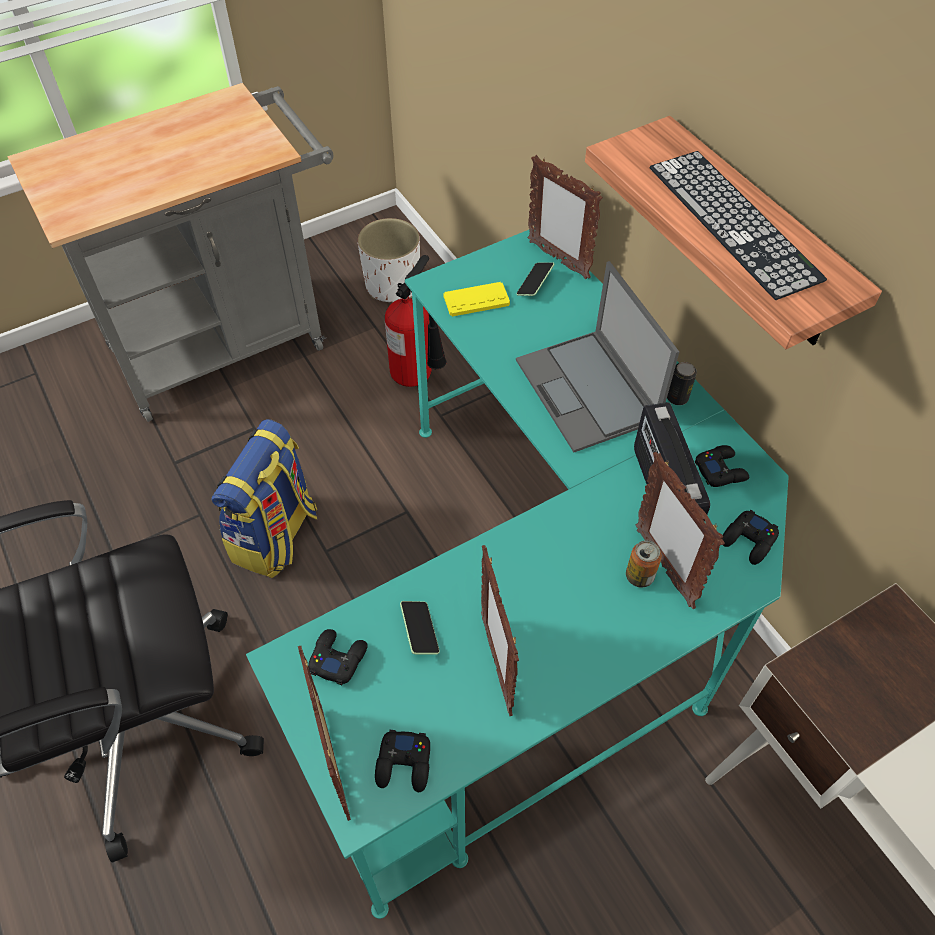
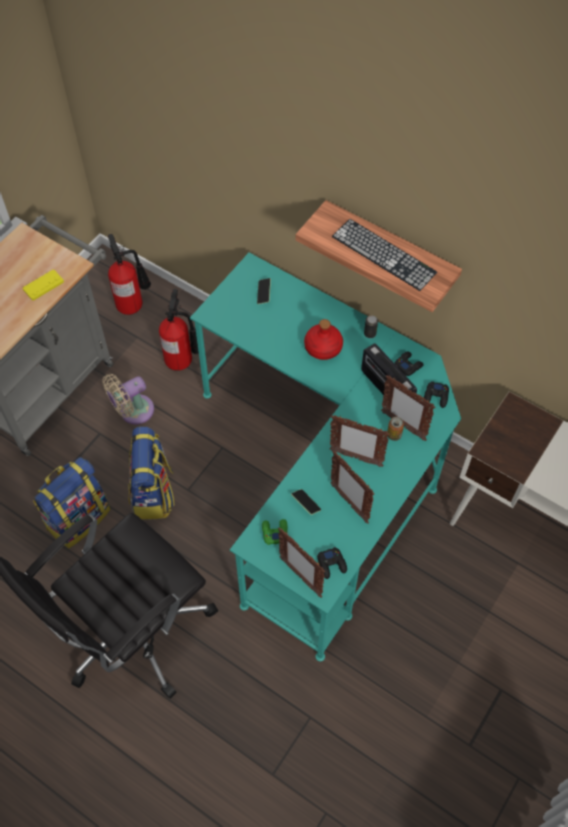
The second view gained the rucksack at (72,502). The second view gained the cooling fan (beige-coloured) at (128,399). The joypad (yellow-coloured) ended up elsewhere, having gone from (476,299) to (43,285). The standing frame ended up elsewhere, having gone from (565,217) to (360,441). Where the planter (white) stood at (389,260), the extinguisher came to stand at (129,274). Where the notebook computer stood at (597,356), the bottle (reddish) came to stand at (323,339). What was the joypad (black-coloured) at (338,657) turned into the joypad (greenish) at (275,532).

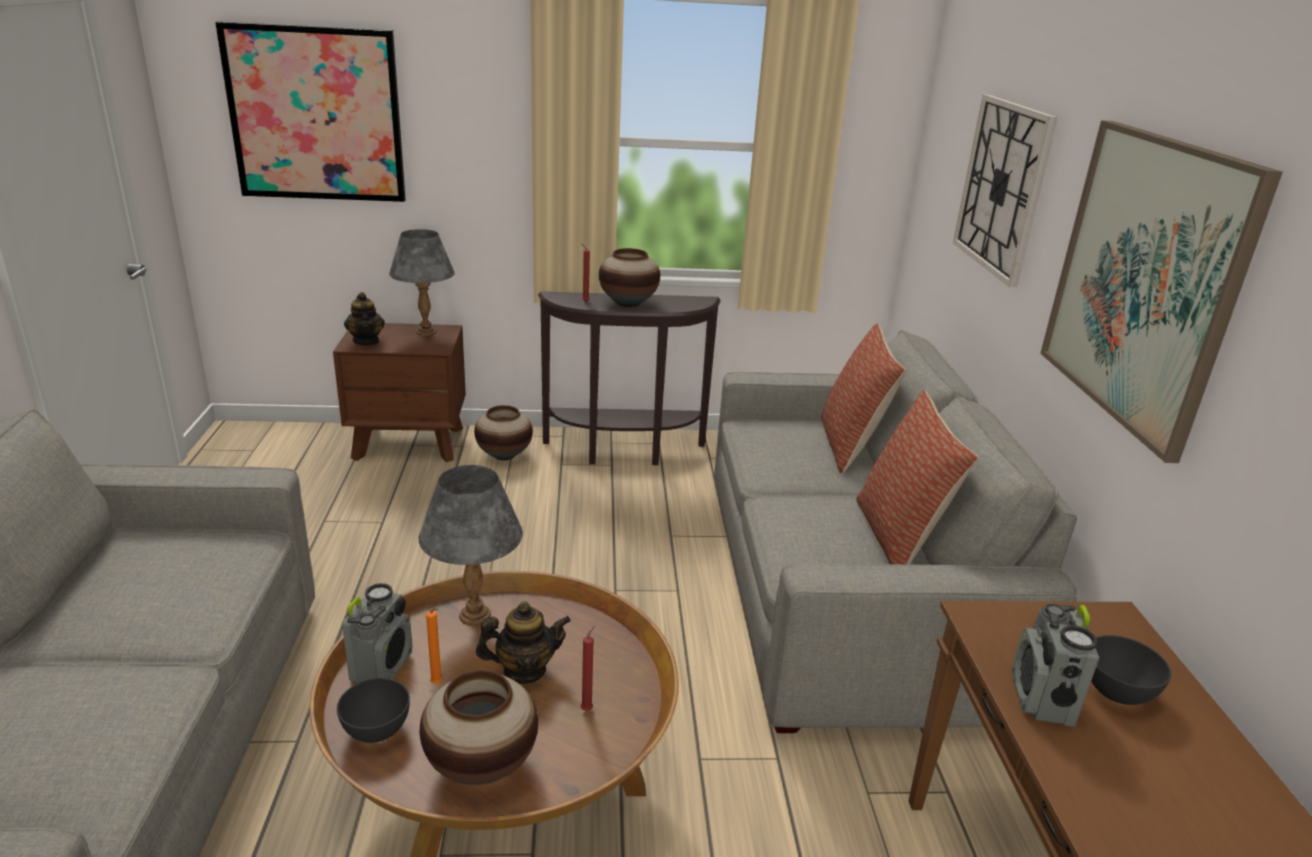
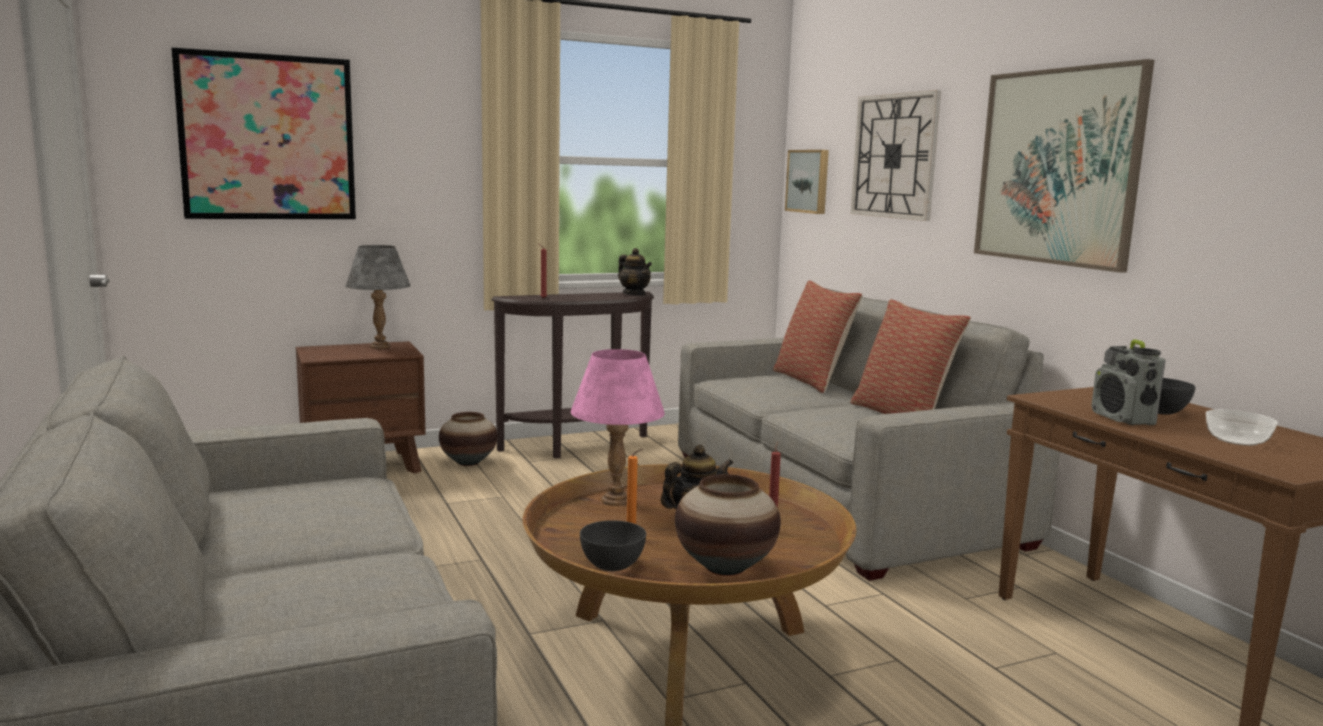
The second view lost the radio at (377,632). The second view lost the vase at (629,277). The second view gained the wall art at (807,182). The second view gained the serving bowl at (1242,427). The tea pot ended up elsewhere, having gone from (364,318) to (635,271). What was the lamp for a table (greyish) at (471,545) turned into the lamp for a table (pink) at (618,427).

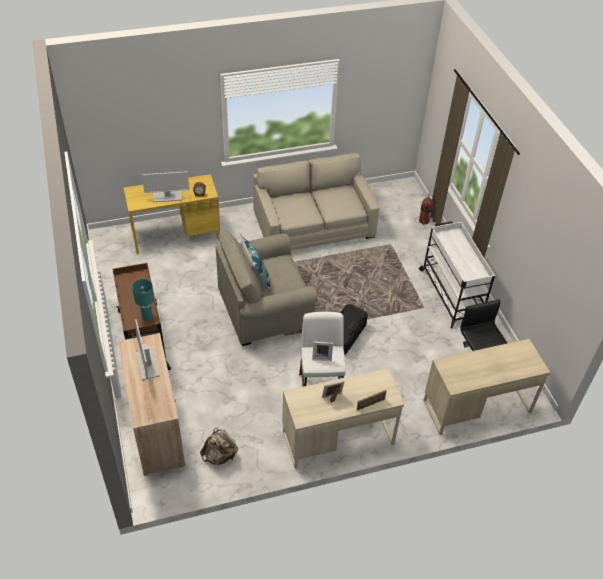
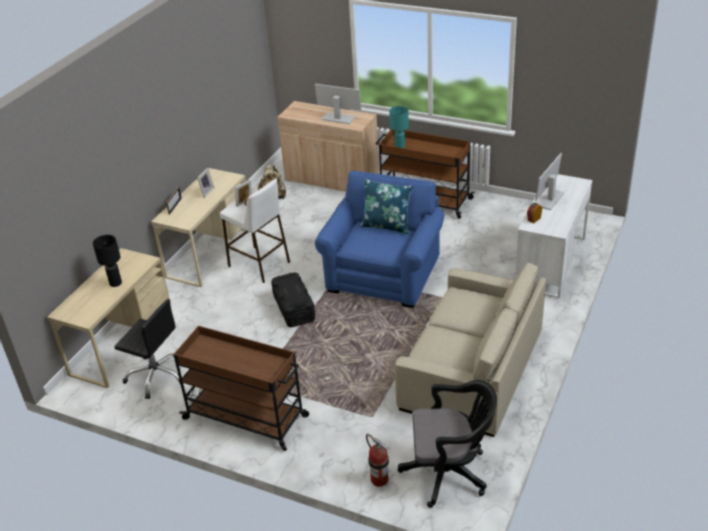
The second view gained the lamp for a table (black-coloured) at (107,261). The second view gained the desk chair (black-coloured) at (447,444). What was the desk table (yellow-coloured) at (172,214) turned into the desk table (white) at (553,236). What was the armchair (beige-coloured) at (267,288) turned into the armchair (bluish) at (379,239). What was the cart (white) at (457,274) turned into the cart (brown-coloured) at (241,388).

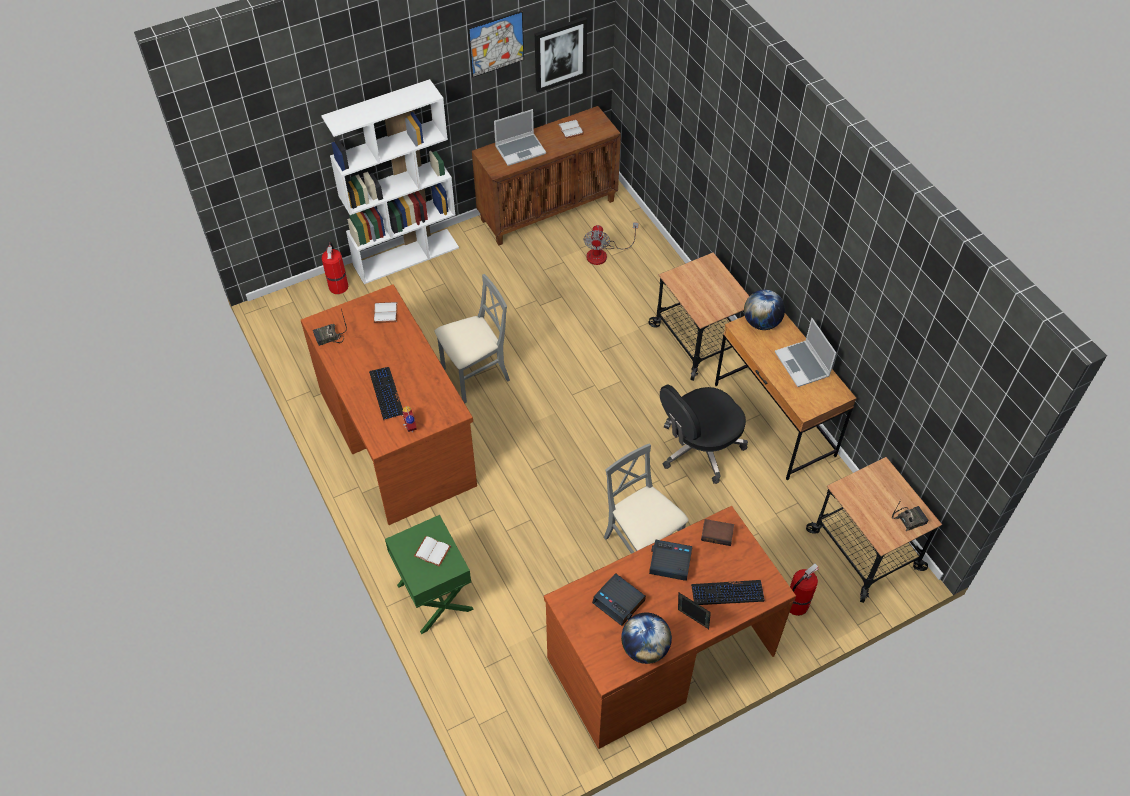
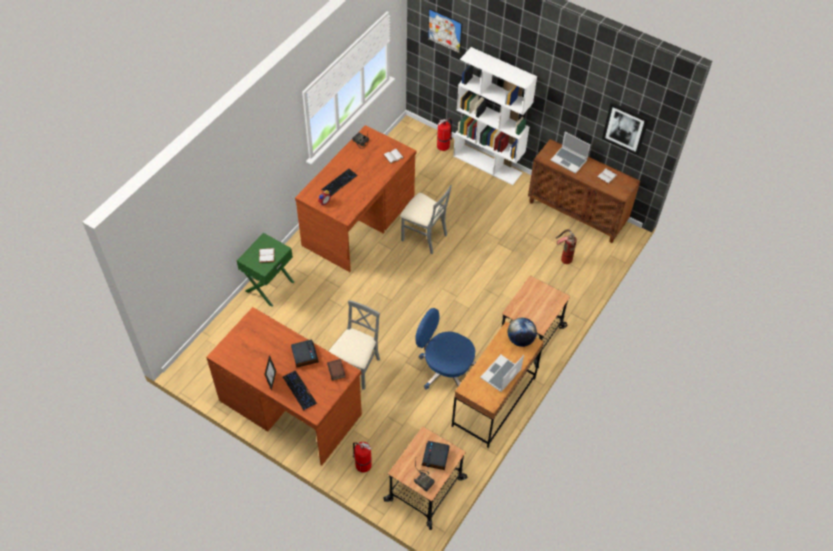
The second view lost the desk globe at (646,638). The wall art ended up elsewhere, having gone from (496,44) to (445,31). The table clock ended up elsewhere, having gone from (619,599) to (436,455). Where the cooling fan stood at (611,243), the extinguisher came to stand at (566,246). What was the desk chair (black-coloured) at (704,434) turned into the desk chair (bluish) at (445,349).

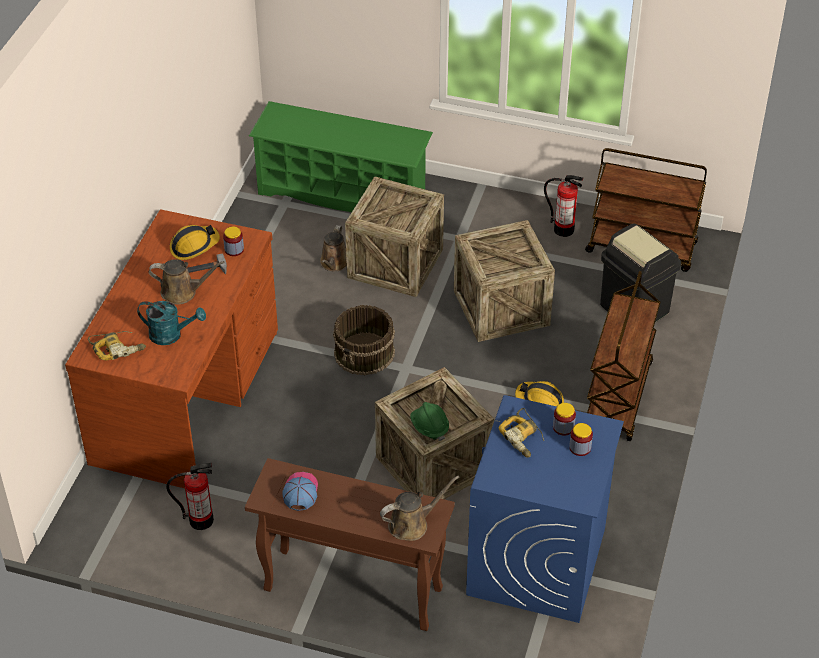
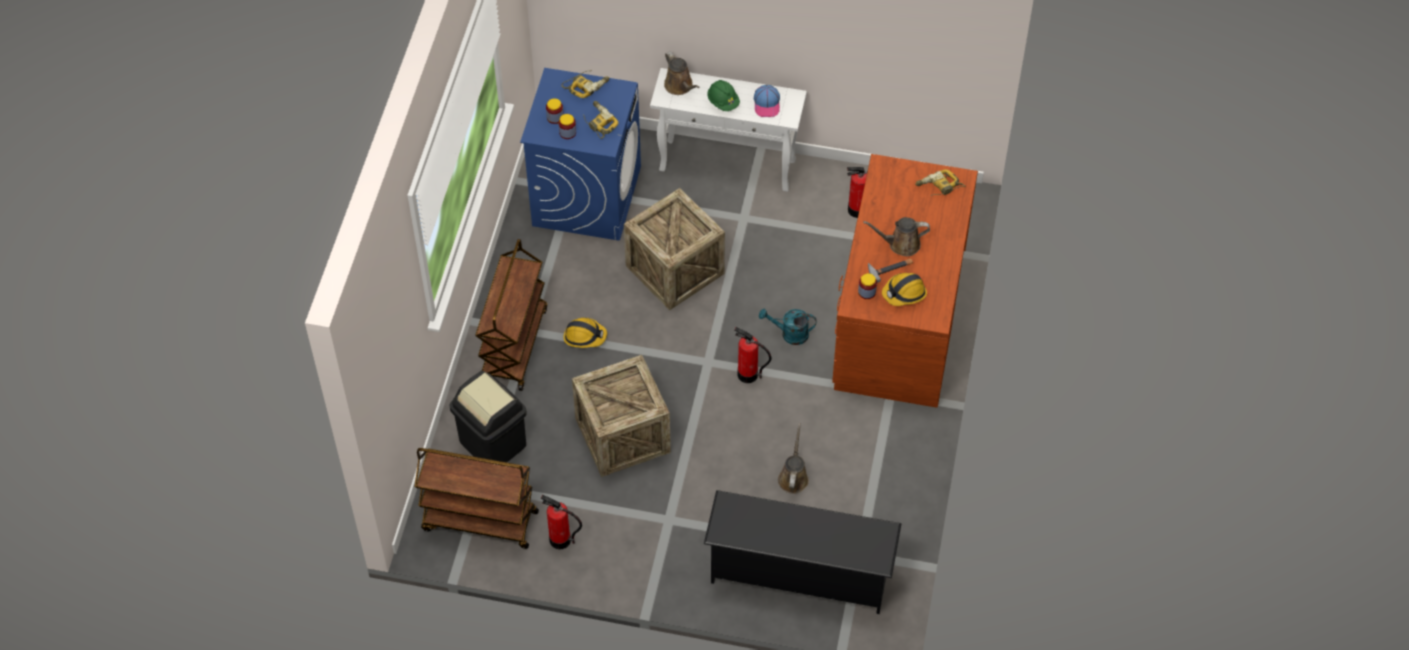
The second view lost the packing crate at (394,236). The second view gained the electric drill at (585,84). The sprinkling can (blue-green) ended up elsewhere, having gone from (171,323) to (788,327). The safety helmet (greenish) ended up elsewhere, having gone from (429,421) to (723,95). Where the pail (brown-coloured) stood at (364,340), the extinguisher came to stand at (752,355). What was the hall table (brown-coloured) at (350,544) turned into the hall table (white) at (728,130). What was the shoe stand (greenish) at (341,156) turned into the shoe stand (black-coloured) at (803,552). The sprinkling can (brown-coloured) at (420,508) ended up facing another way, 90 degrees counterclockwise from before.

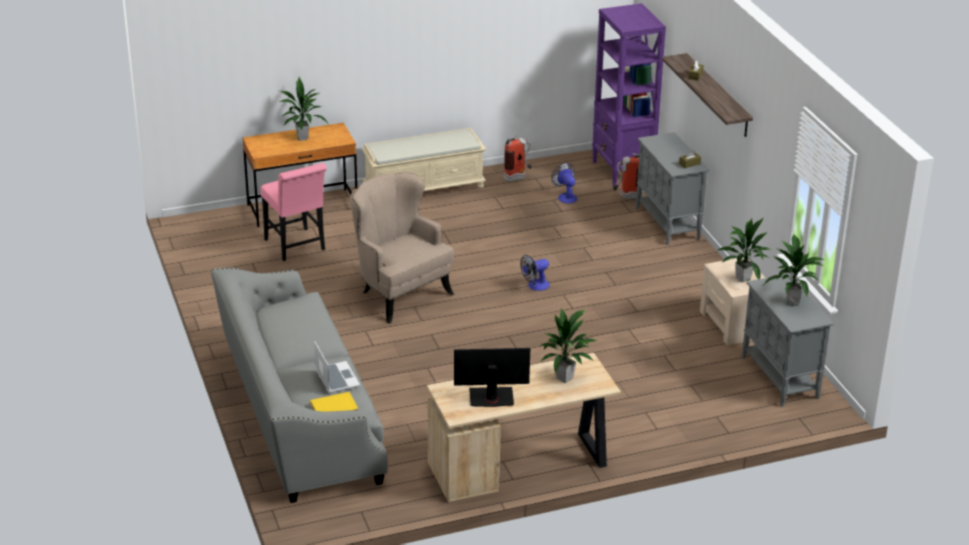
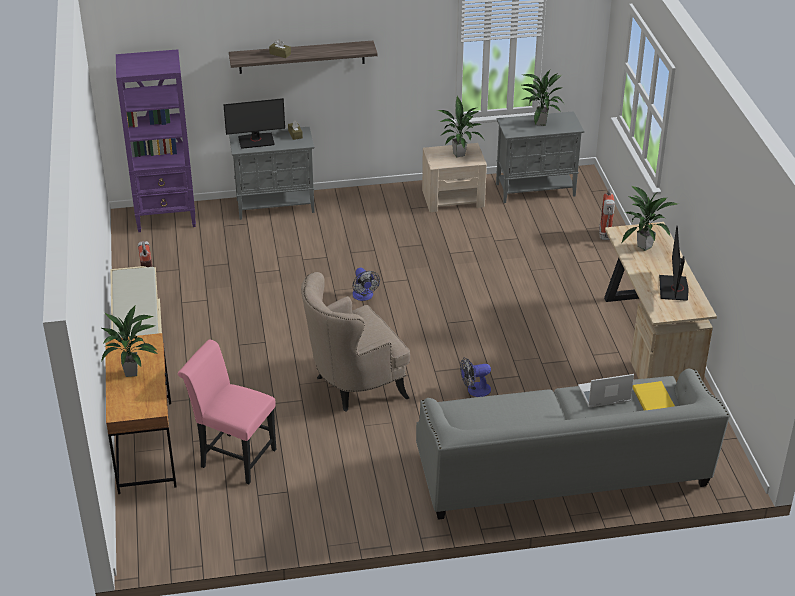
The second view gained the monitor at (254,123). The cooling fan ended up elsewhere, having gone from (564,183) to (475,377). The extinguisher ended up elsewhere, having gone from (627,176) to (607,214). The chair (pink) at (294,212) ended up facing another way, 135 degrees counterclockwise from before.

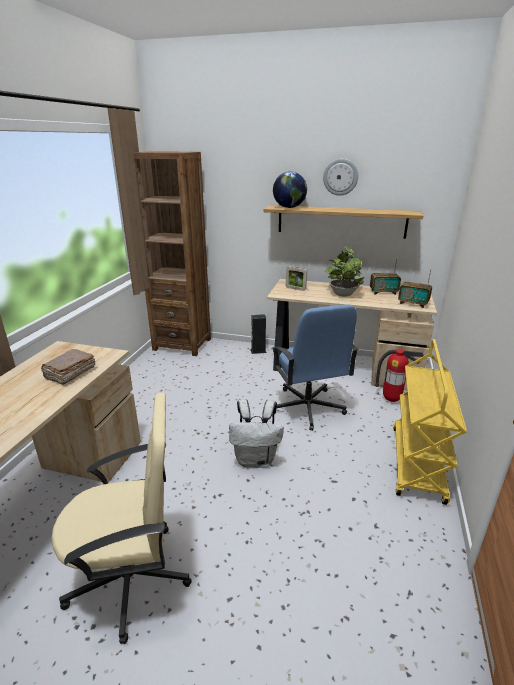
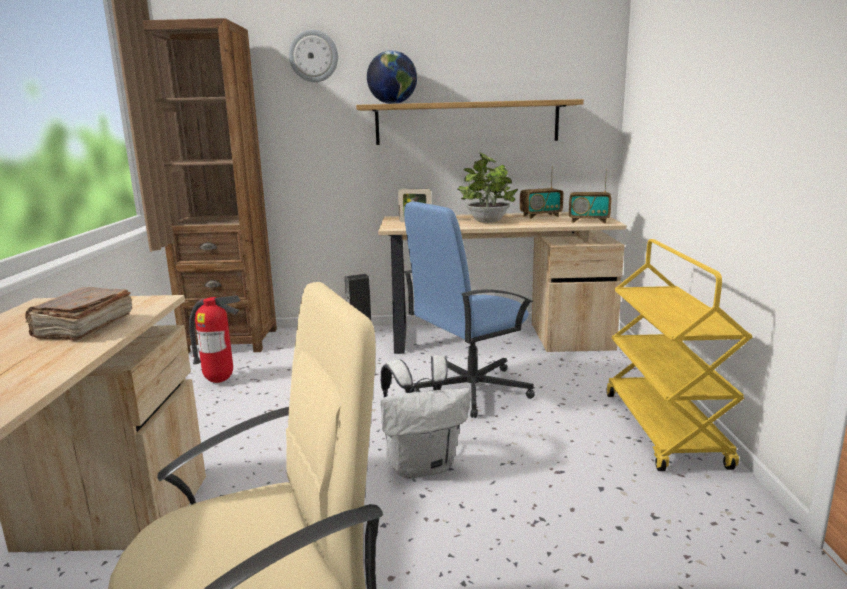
The hanging clock ended up elsewhere, having gone from (340,177) to (313,55). The extinguisher ended up elsewhere, having gone from (399,375) to (215,339). The desk chair (bluish) at (315,367) ended up facing another way, 90 degrees clockwise from before.

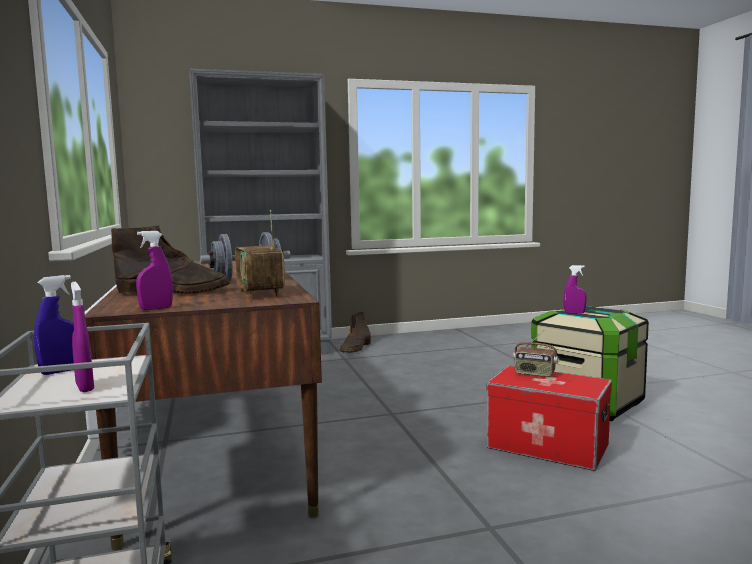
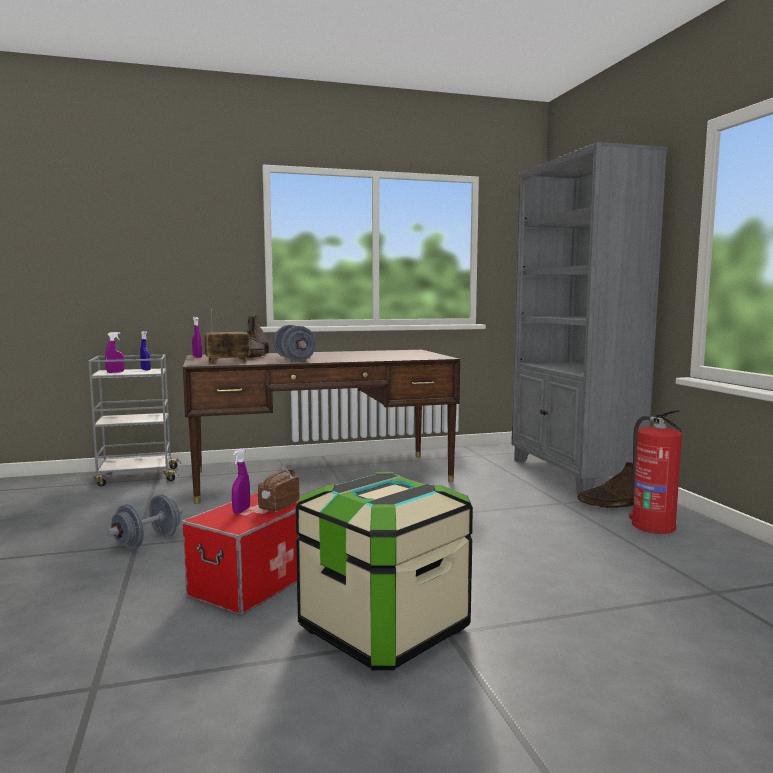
The second view gained the hand weight (greyish) at (145,522). The second view gained the extinguisher at (656,472). The hand sprayer (purple) ended up elsewhere, having gone from (575,289) to (241,481).

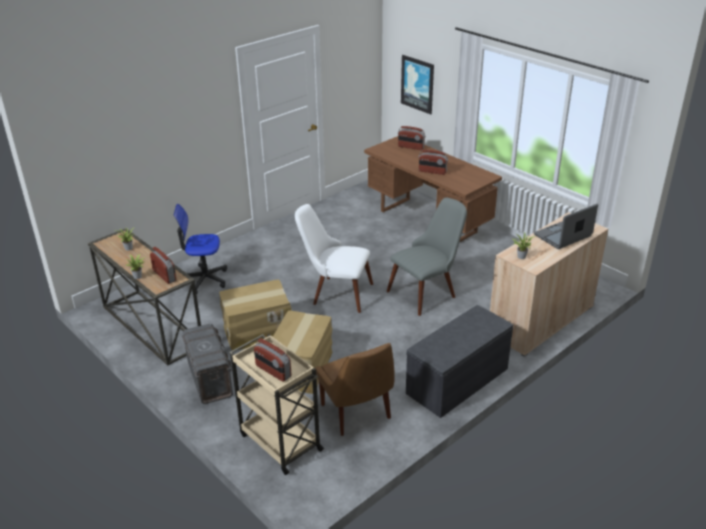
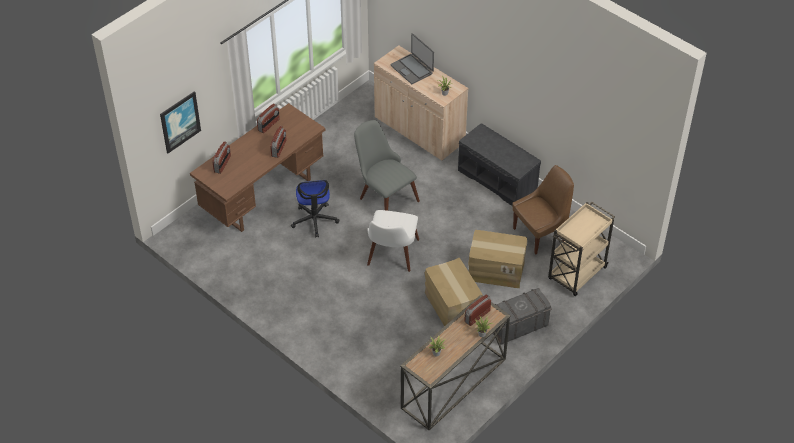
The desk chair ended up elsewhere, having gone from (200,249) to (315,208). The radio ended up elsewhere, having gone from (272,360) to (268,118).

